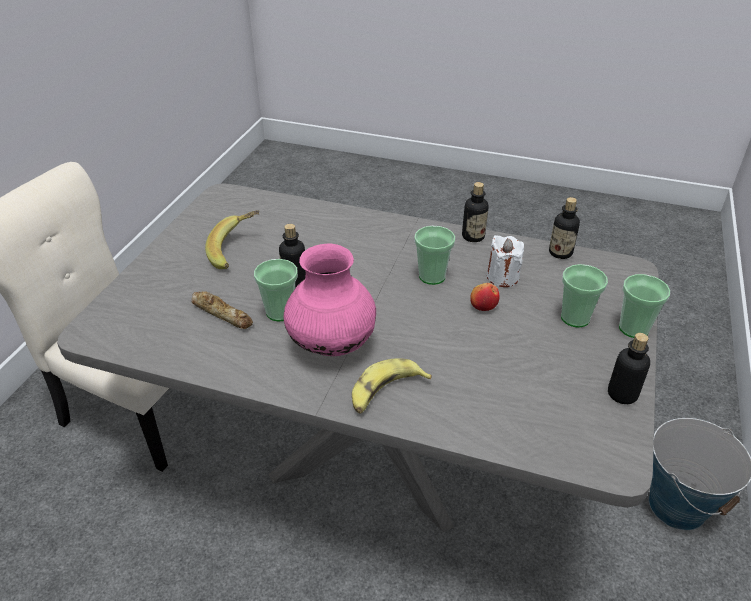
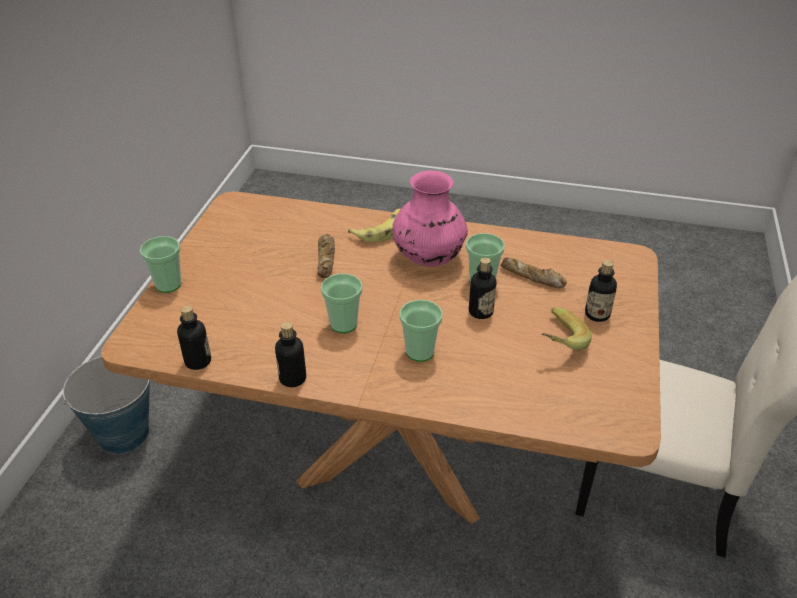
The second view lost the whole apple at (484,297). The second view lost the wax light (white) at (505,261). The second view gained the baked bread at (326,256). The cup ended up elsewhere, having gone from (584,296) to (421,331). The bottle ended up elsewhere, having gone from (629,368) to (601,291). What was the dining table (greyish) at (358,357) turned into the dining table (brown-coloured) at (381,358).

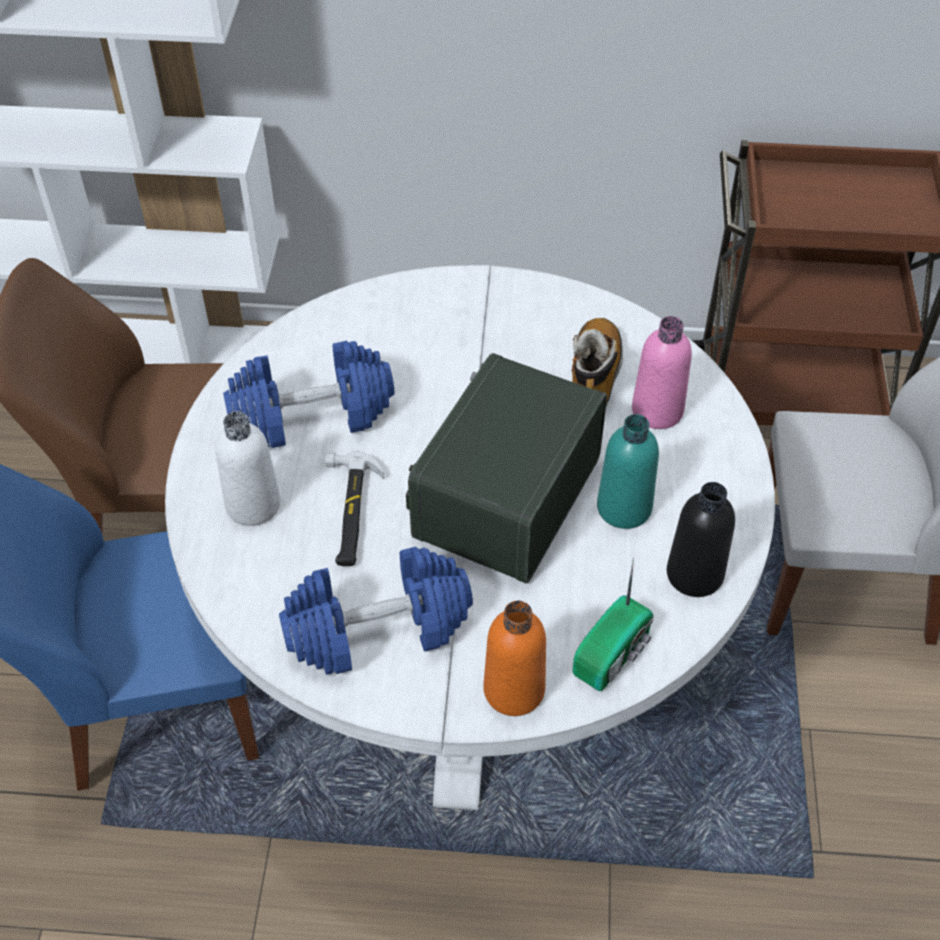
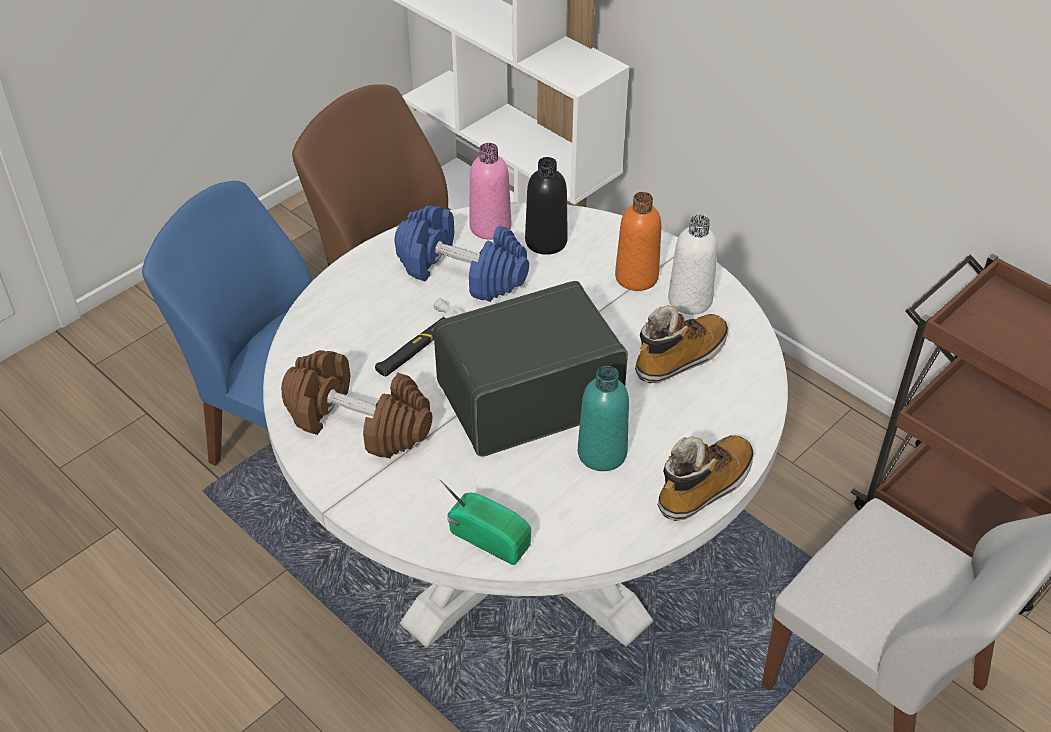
The second view gained the tall boot at (706,478). The bottle (white) ended up elsewhere, having gone from (248,468) to (693,265). The bottle (orange-coloured) ended up elsewhere, having gone from (515,658) to (638,241). The bottle (pink) ended up elsewhere, having gone from (662,372) to (490,191). The bottle (black-coloured) ended up elsewhere, having gone from (701,539) to (546,206). What was the hand weight (bluish) at (376,611) turned into the hand weight (brown-coloured) at (357,404). The radio at (613,624) ended up facing another way, 135 degrees counterclockwise from before.

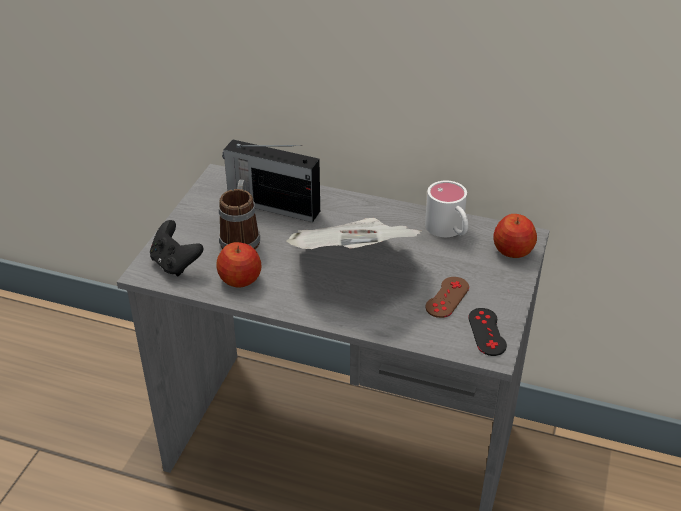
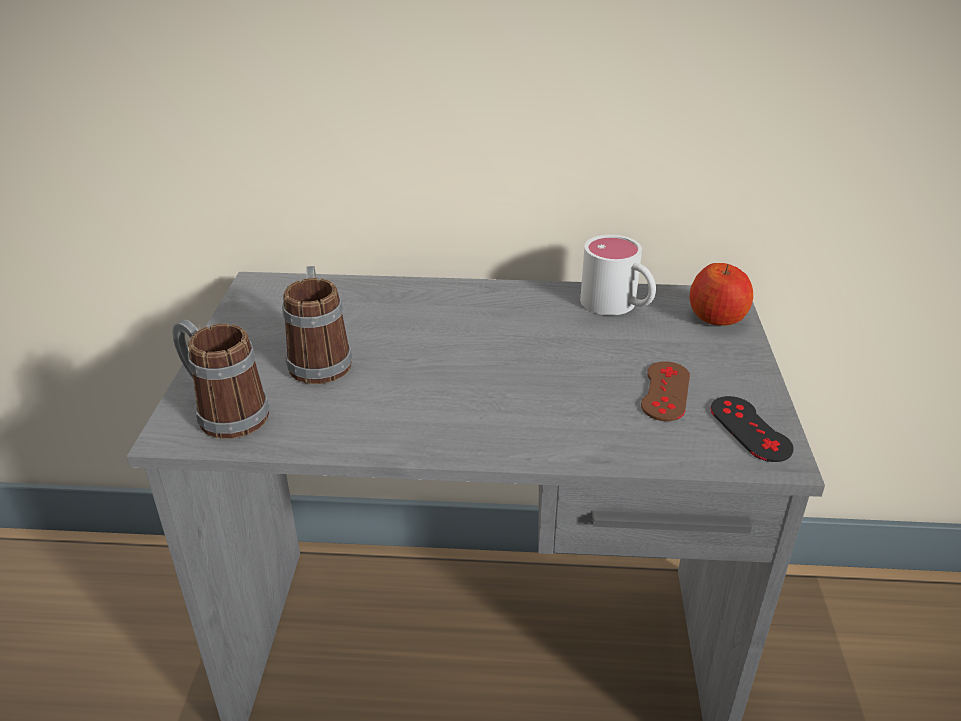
The second view lost the whole apple at (238,265). The second view lost the radio at (271,180). The second view lost the printed paper at (354,233). Where the joypad (black-coloured) stood at (176,248), the tea mug came to stand at (221,379).

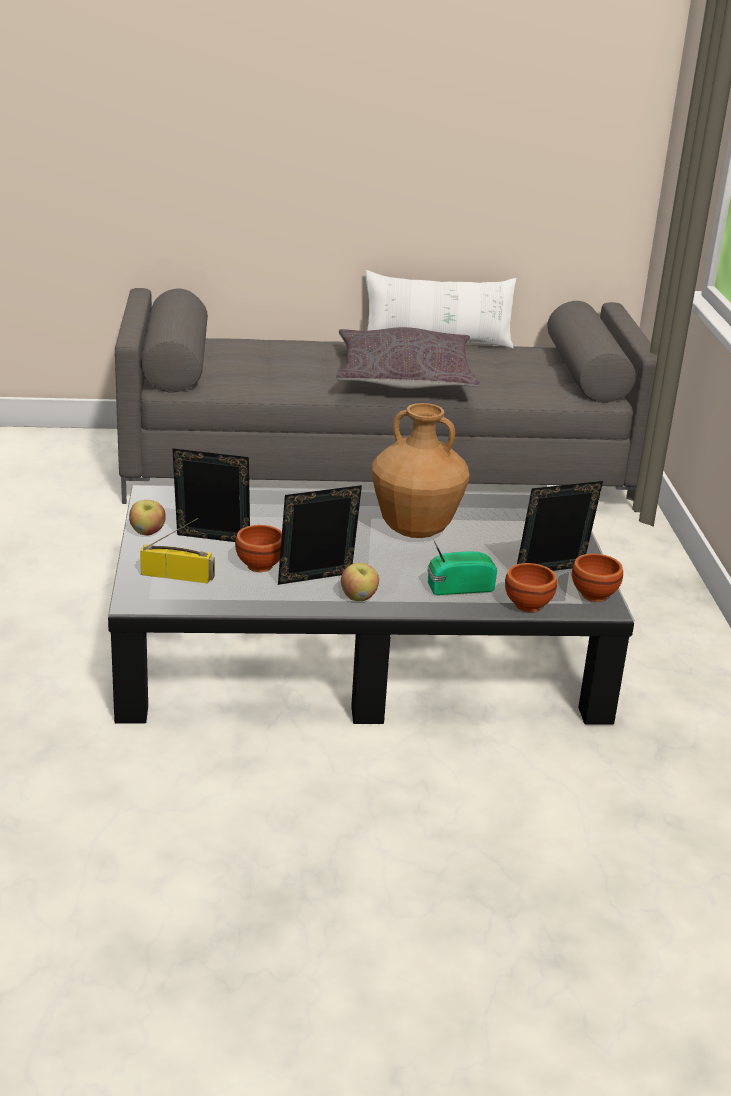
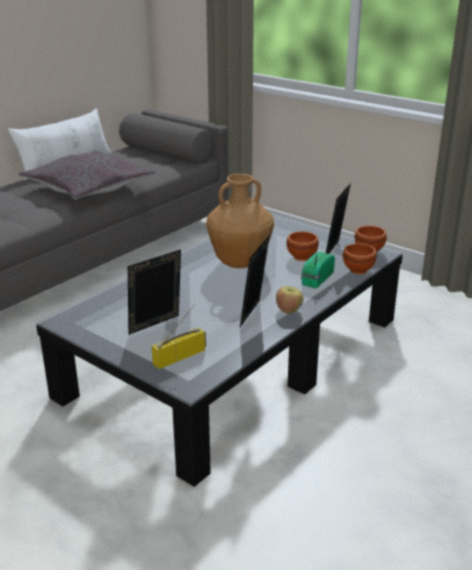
The second view lost the whole apple at (147,518). The serving bowl (brown-coloured) ended up elsewhere, having gone from (258,548) to (302,246).

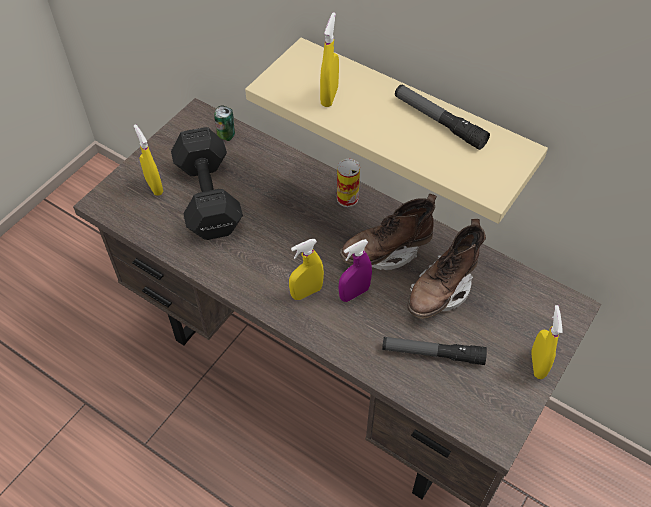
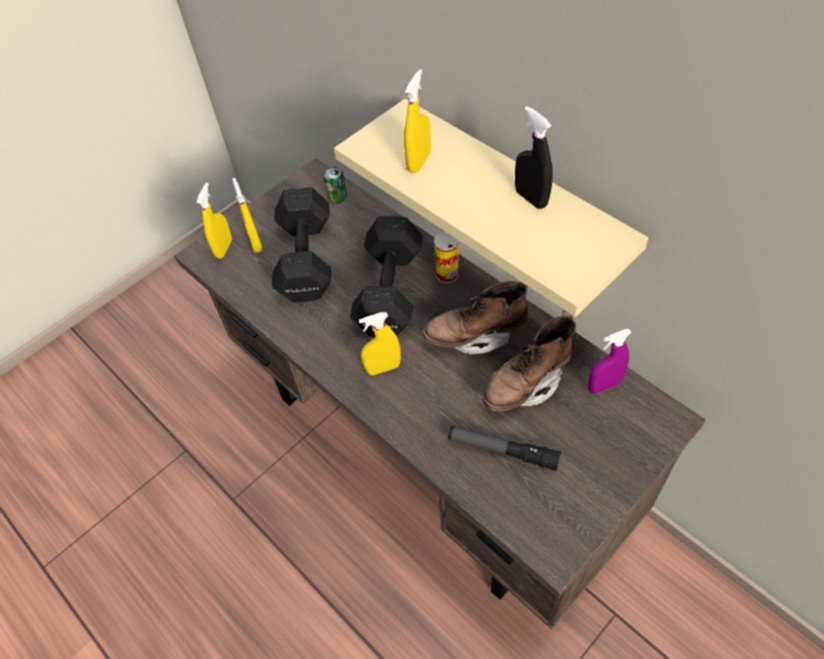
The second view gained the hand weight (black-coloured) at (386,276). The hand sprayer (purple) ended up elsewhere, having gone from (355,270) to (610,361). The hand sprayer (yellow-coloured) ended up elsewhere, having gone from (547,342) to (214,221). Where the hand torch stood at (442,117), the hand sprayer (black-coloured) came to stand at (534,157).

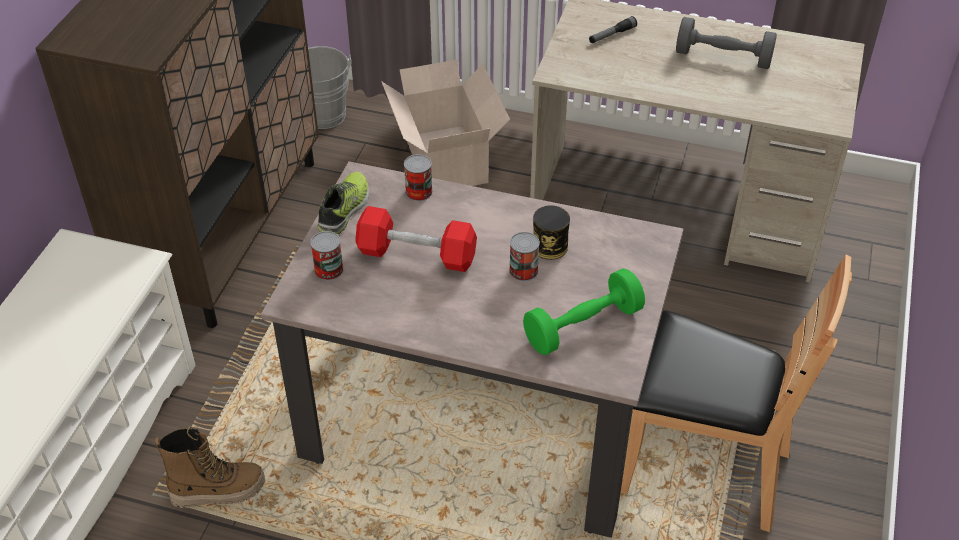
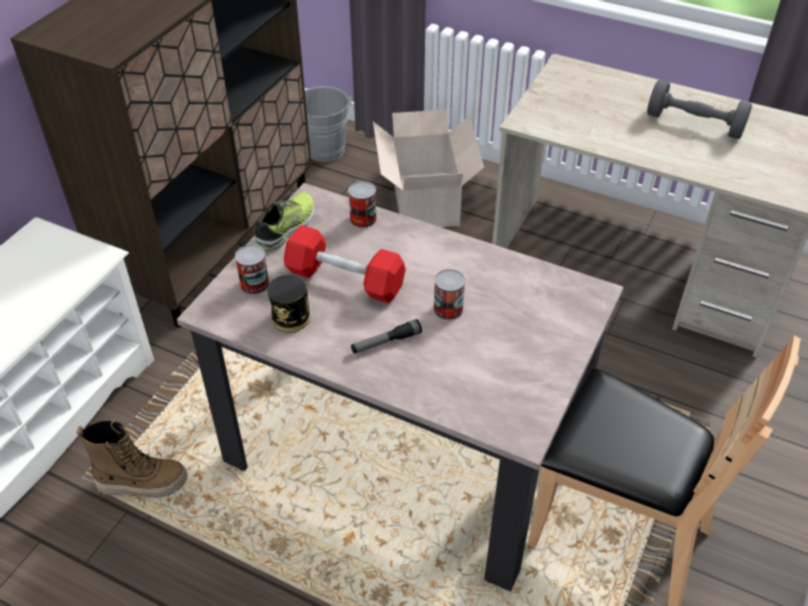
The second view lost the hand weight (greenish) at (584,311). The can ended up elsewhere, having gone from (551,232) to (288,303). The hand torch ended up elsewhere, having gone from (613,29) to (386,336).

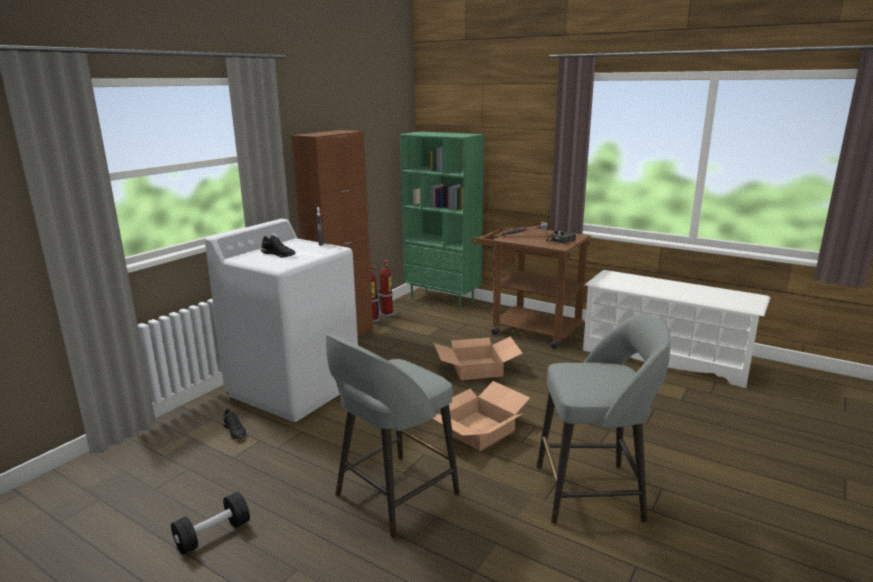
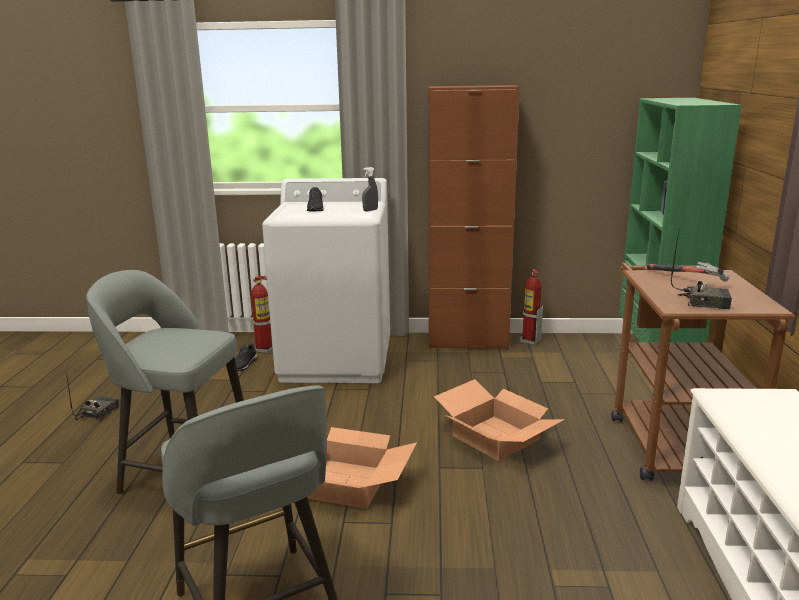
The extinguisher ended up elsewhere, having gone from (386,288) to (262,314). Where the hand weight (black-coloured) stood at (210,523), the radio came to stand at (93,396).

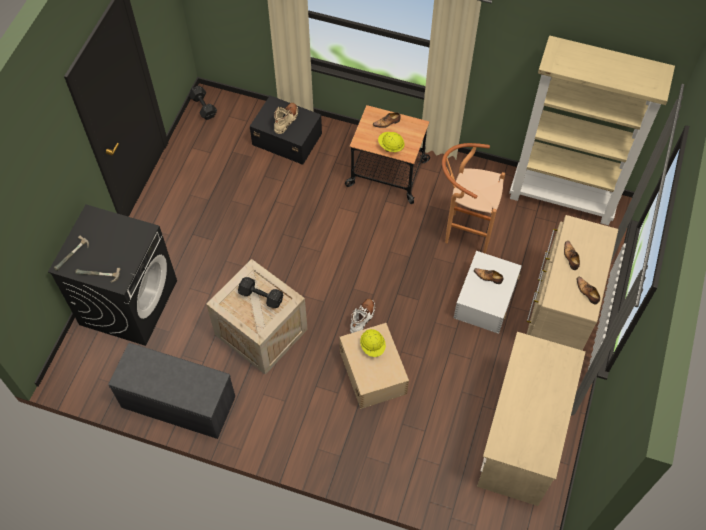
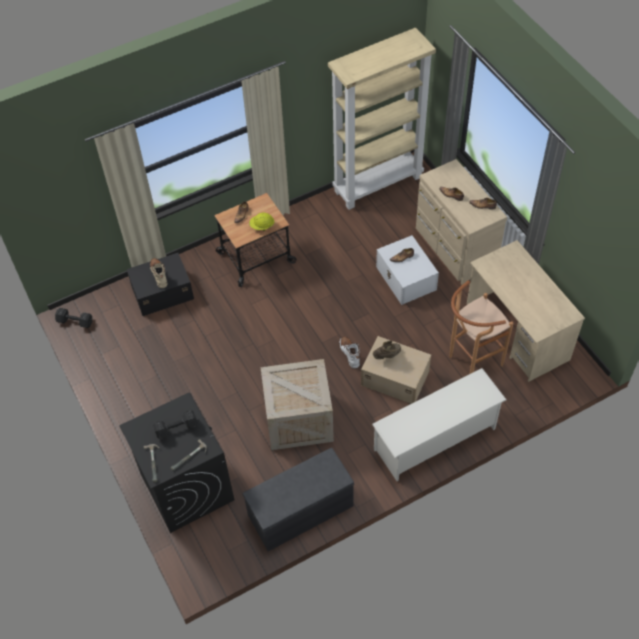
The second view gained the shoe stand (white) at (439,424). The hand weight (black-coloured) ended up elsewhere, having gone from (260,292) to (175,424). The stool (brown-coloured) ended up elsewhere, having gone from (473,198) to (481,327). Where the safety helmet (yellow-coloured) stood at (373,343), the tall boot (brown-coloured) came to stand at (387,350).

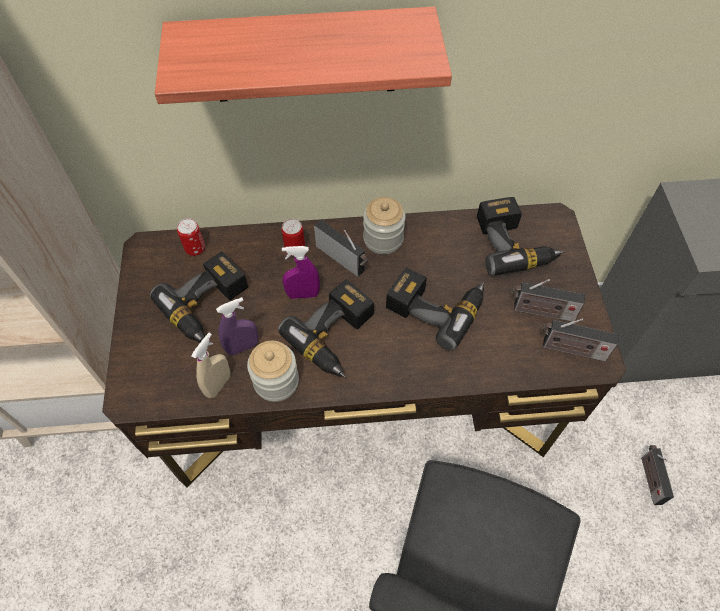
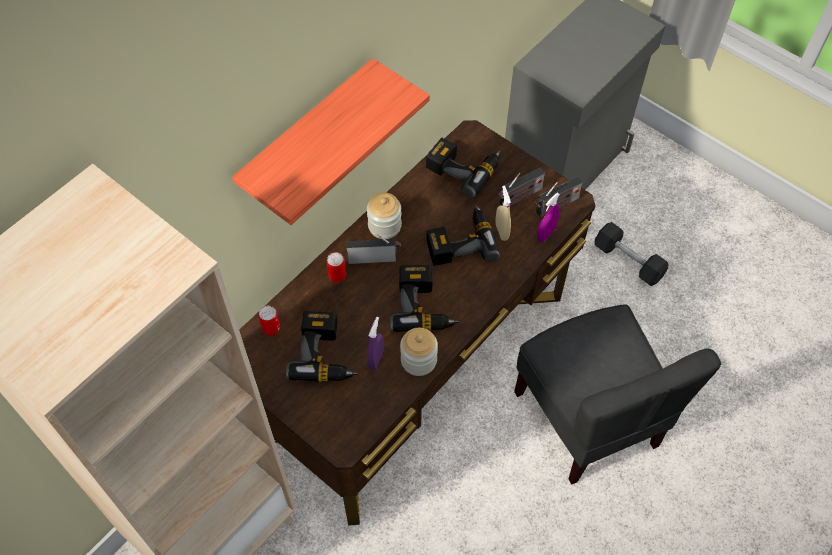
The hand sprayer (beige-coloured) ended up elsewhere, having gone from (210,365) to (503,213). The hand sprayer (purple) ended up elsewhere, having gone from (301,272) to (548,217). Where the radio stood at (657,475), the hand weight (greyish) came to stand at (631,254).

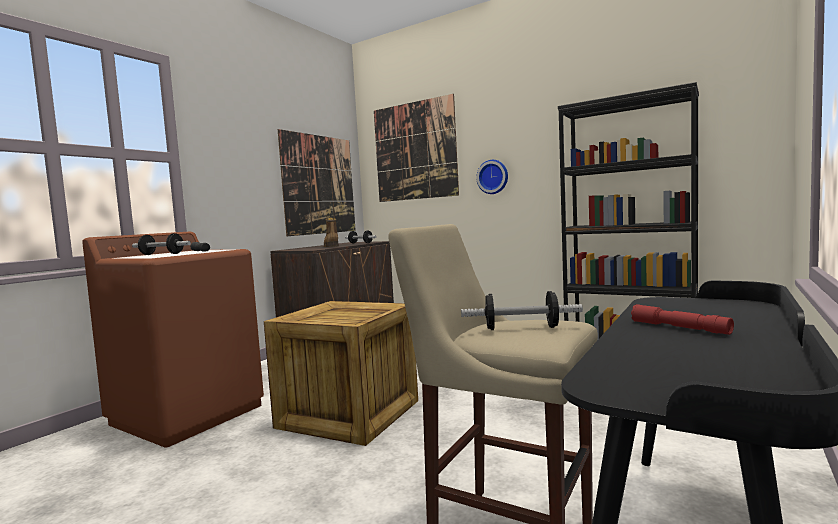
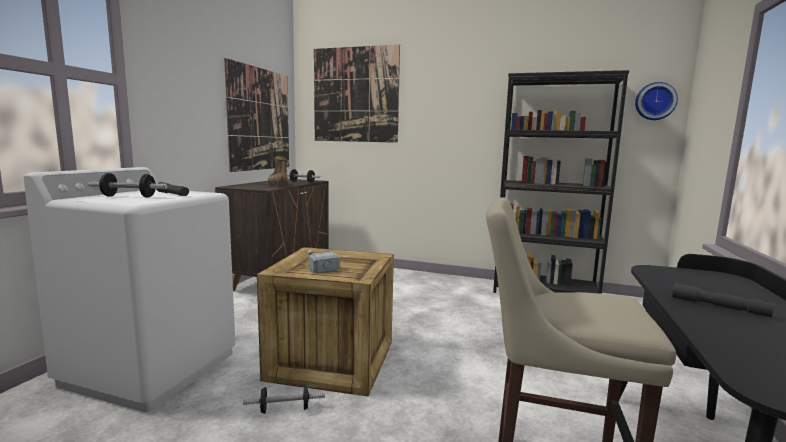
The second view gained the hammer at (324,262). The hand weight ended up elsewhere, having gone from (522,310) to (284,399). The hanging clock ended up elsewhere, having gone from (492,177) to (656,101). What was the laundry machine (brown-coloured) at (173,339) turned into the laundry machine (white) at (129,289). What was the hand torch (reddish) at (682,319) turned into the hand torch (greyish) at (723,300).

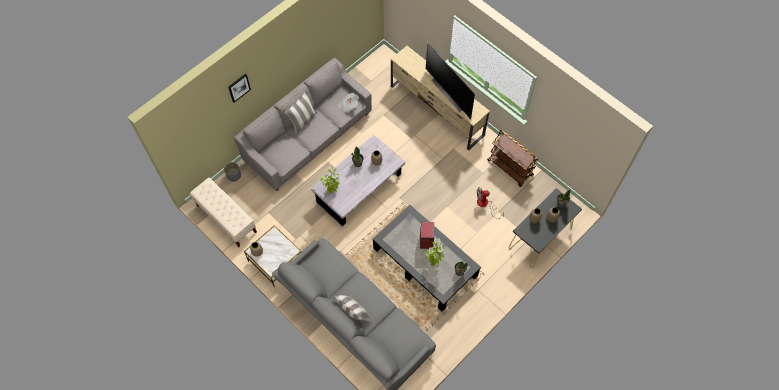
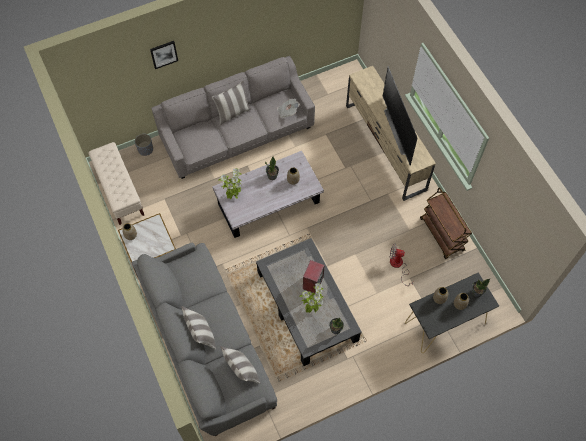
The second view gained the pillow at (240,365).

